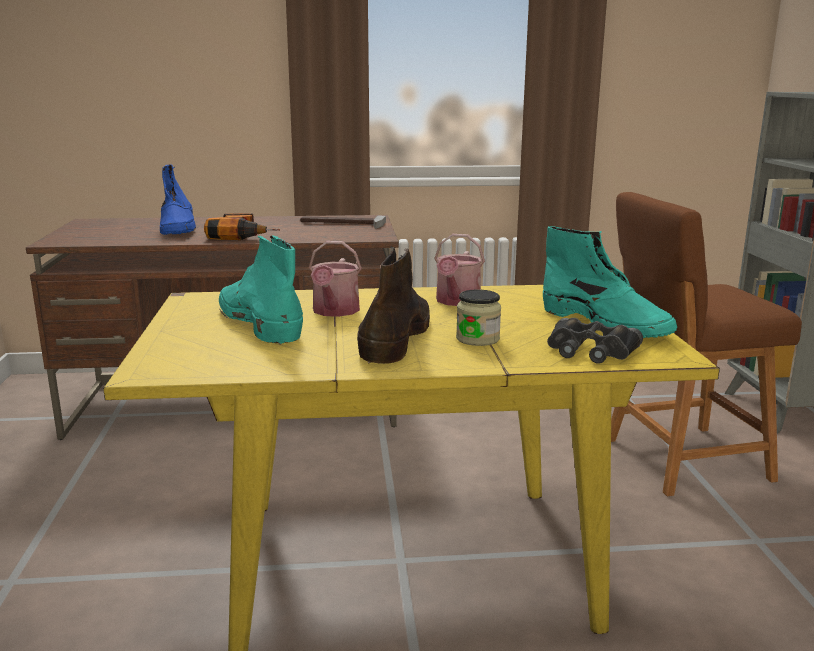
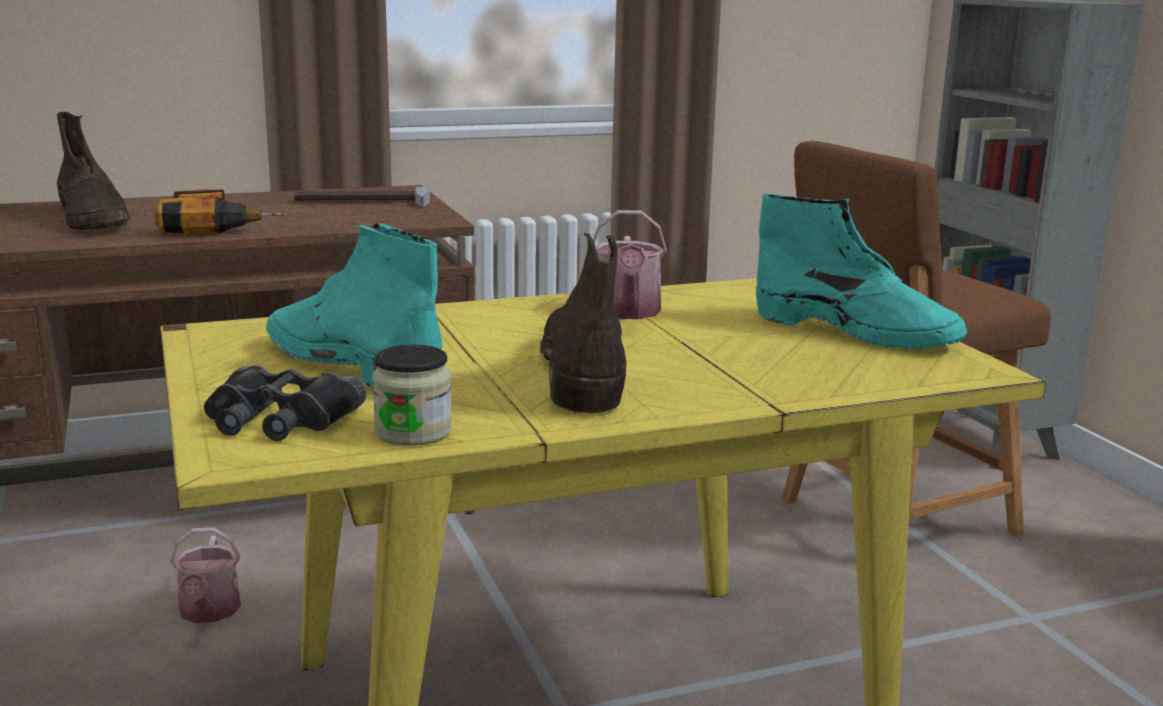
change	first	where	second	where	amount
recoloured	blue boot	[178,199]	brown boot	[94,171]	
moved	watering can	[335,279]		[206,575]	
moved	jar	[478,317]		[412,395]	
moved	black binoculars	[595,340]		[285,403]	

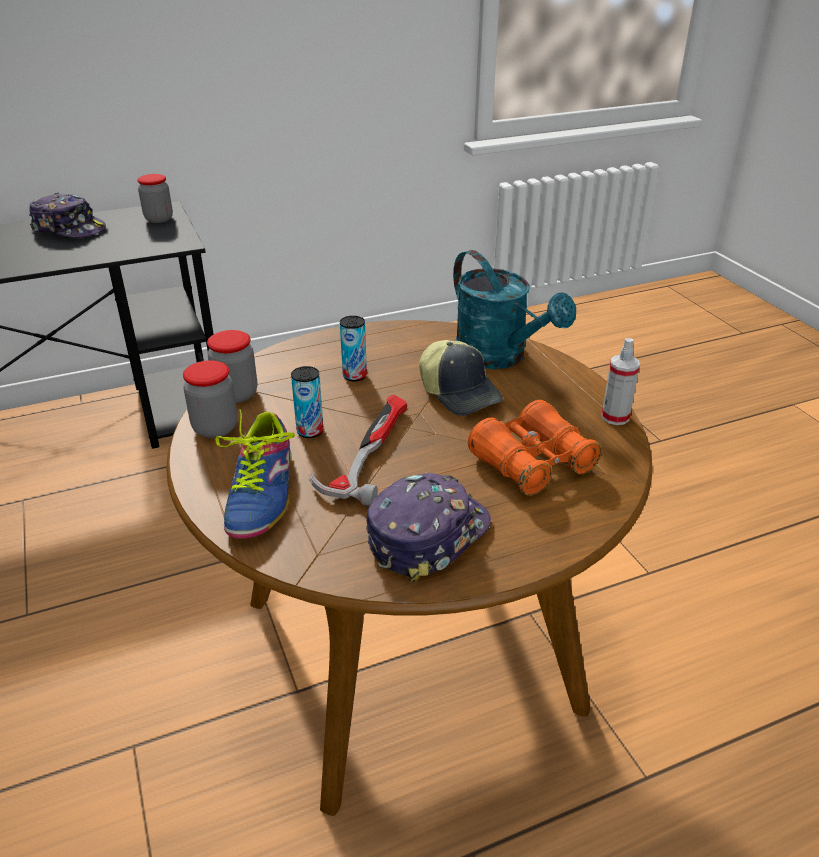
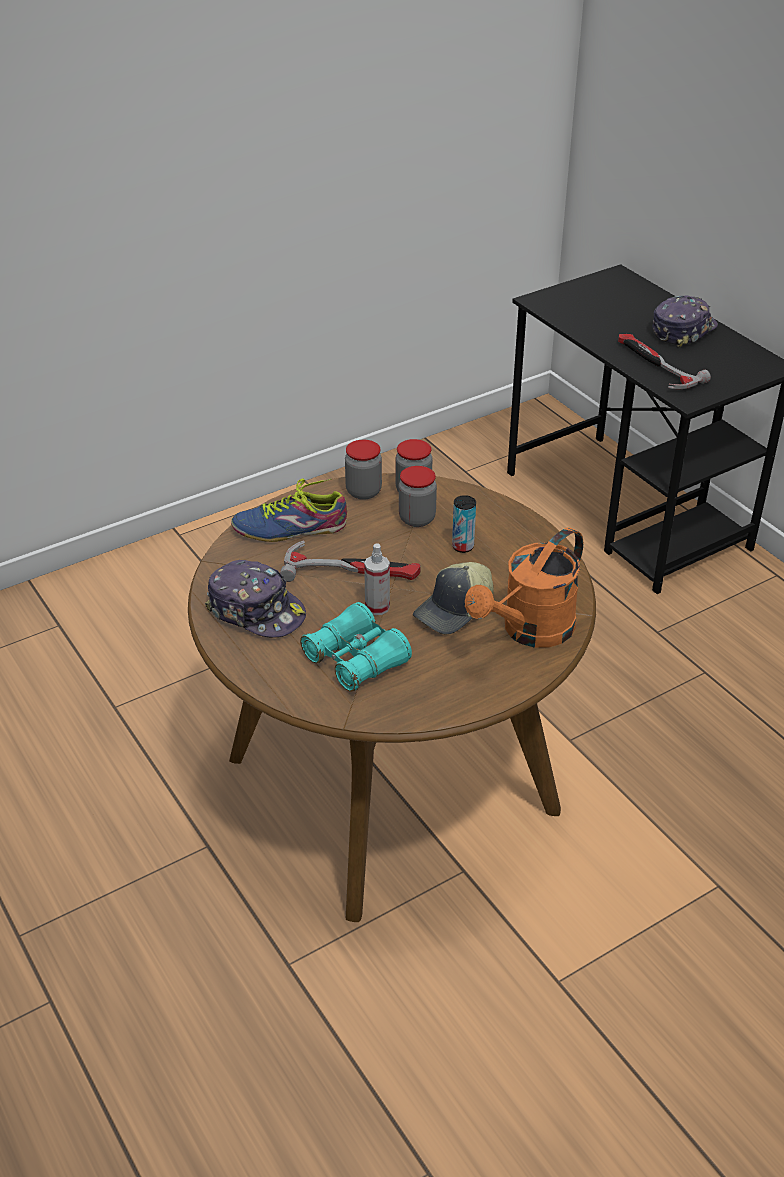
change	first	where	second	where	amount
moved	jar	[155,198]		[418,496]	
turned	cap	[67,215]		[685,322]	150 degrees counterclockwise
recoloured	turquoise watering can	[514,309]	orange watering can	[524,587]	
moved	spray bottle	[621,381]		[377,579]	
removed	can	[307,402]			
recoloured	orange binoculars	[535,448]	turquoise binoculars	[356,647]	
added			hammer	[664,361]	

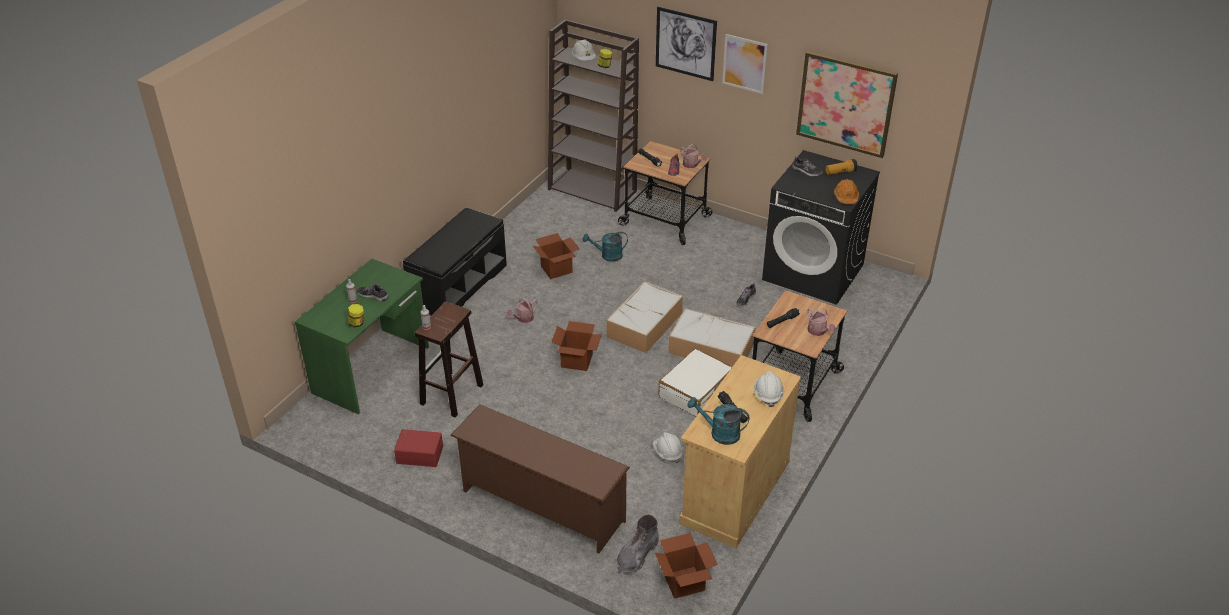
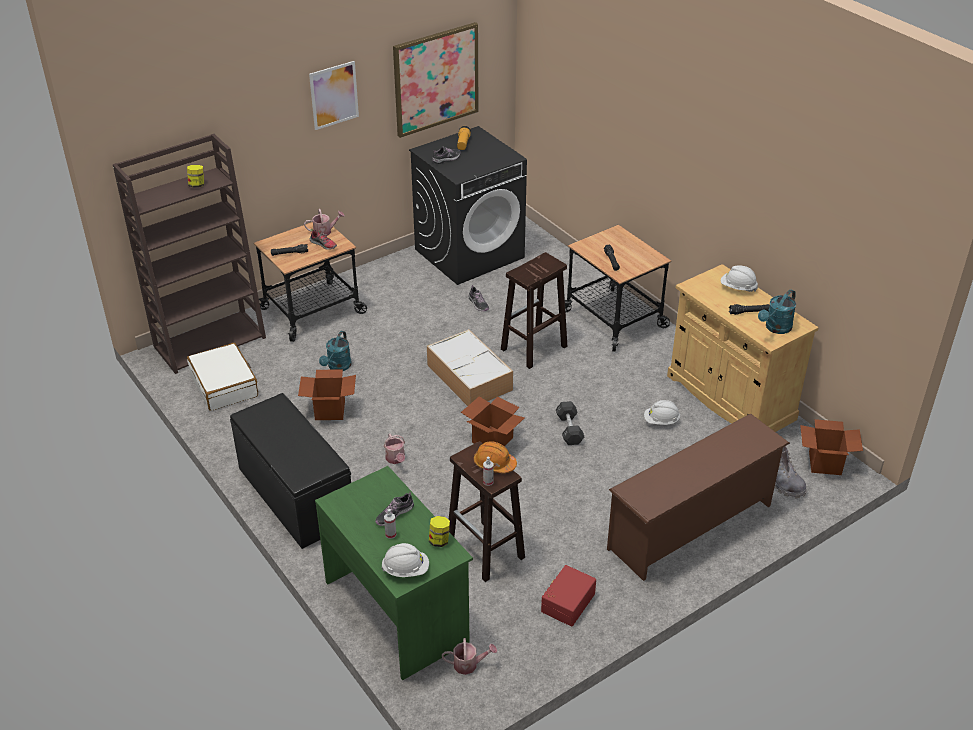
change	first	where	second	where	amount
removed	picture	[686,44]			
moved	white hard hat	[584,50]		[405,560]	
moved	orange hard hat	[846,191]		[495,457]	
replaced	storage box	[712,337]	brown stool	[534,310]	
moved	watering can	[821,322]		[469,656]	
moved	white suitcase	[696,382]		[222,377]	
added			black dumbbell	[570,423]	

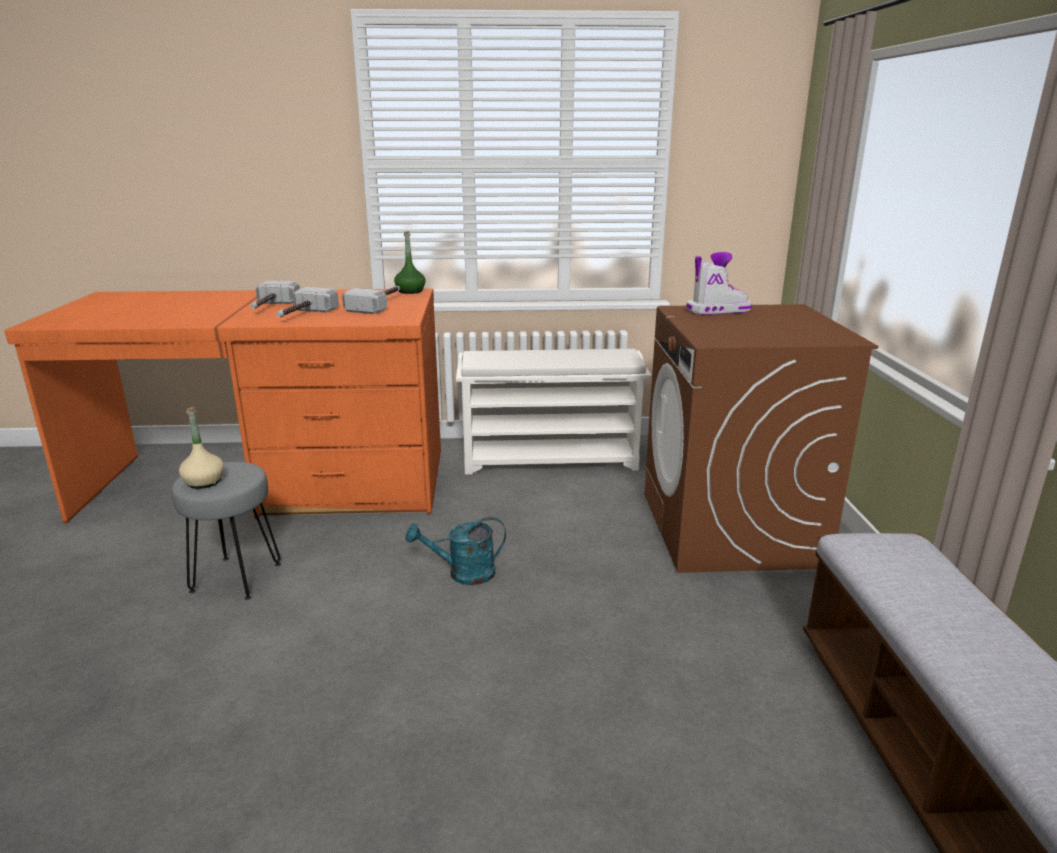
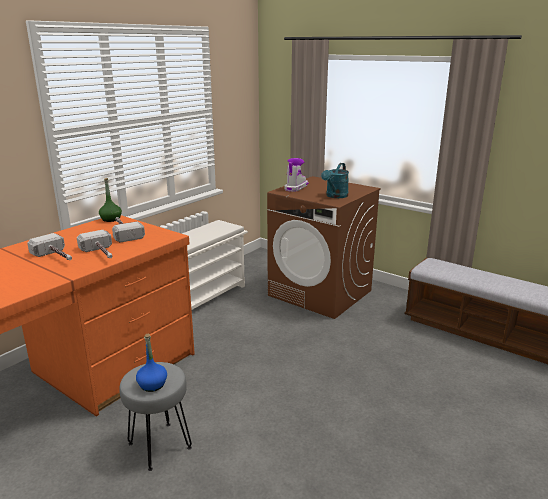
change	first	where	second	where	amount
recoloured	beige bottle	[201,448]	blue bottle	[151,363]	
moved	turquoise watering can	[456,551]		[335,180]	

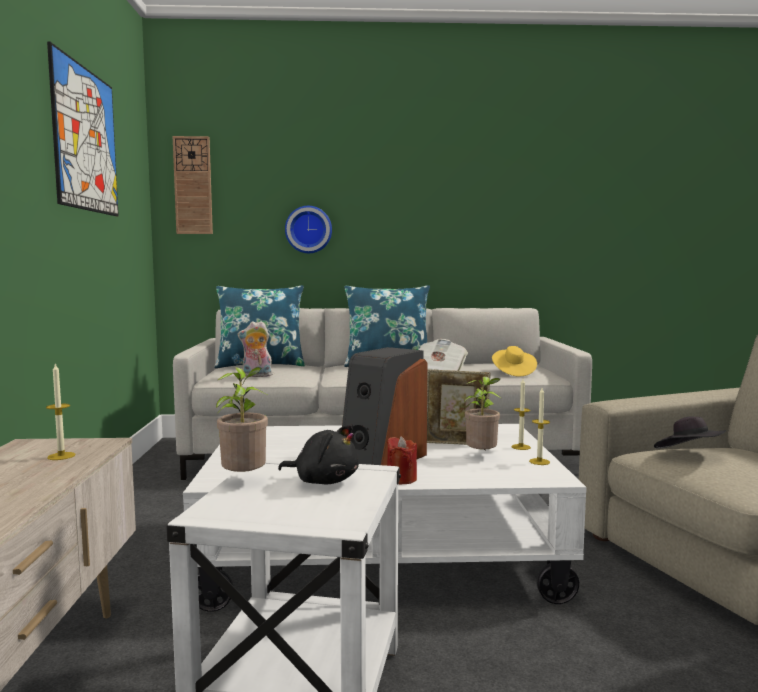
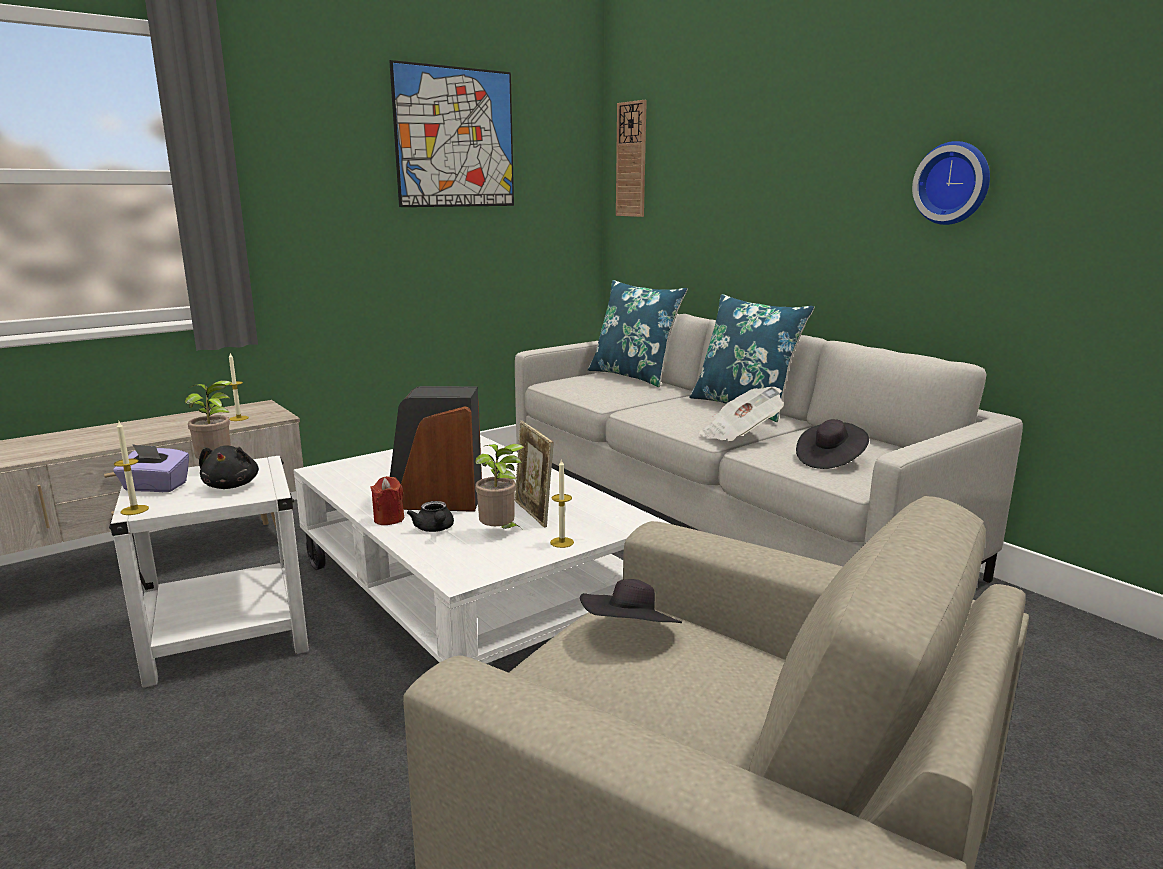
change	first	where	second	where	amount
moved	wall clock	[308,229]		[951,183]	
removed	plush toy	[255,349]			
recoloured	yellow hat	[514,361]	black hat	[832,444]	
moved	candle	[539,426]		[131,468]	
added			purple tissue box	[151,468]	
added			black teapot	[430,516]	

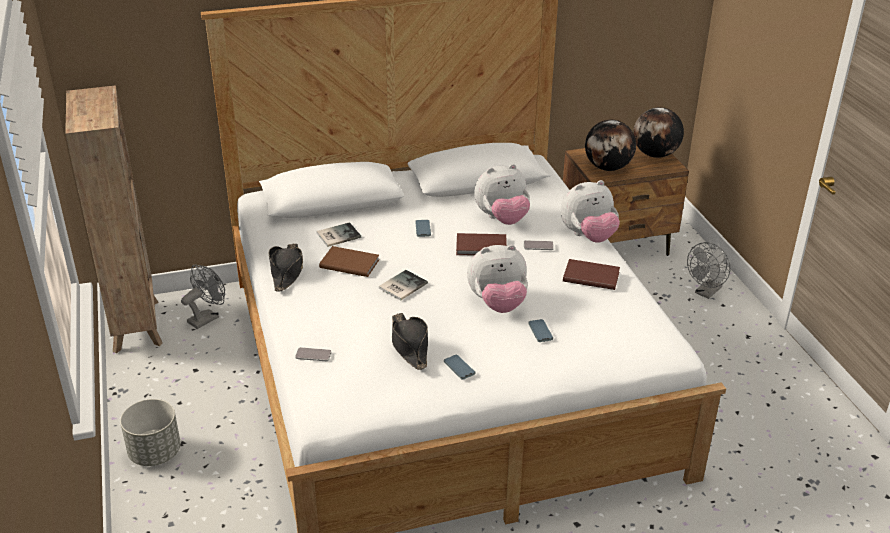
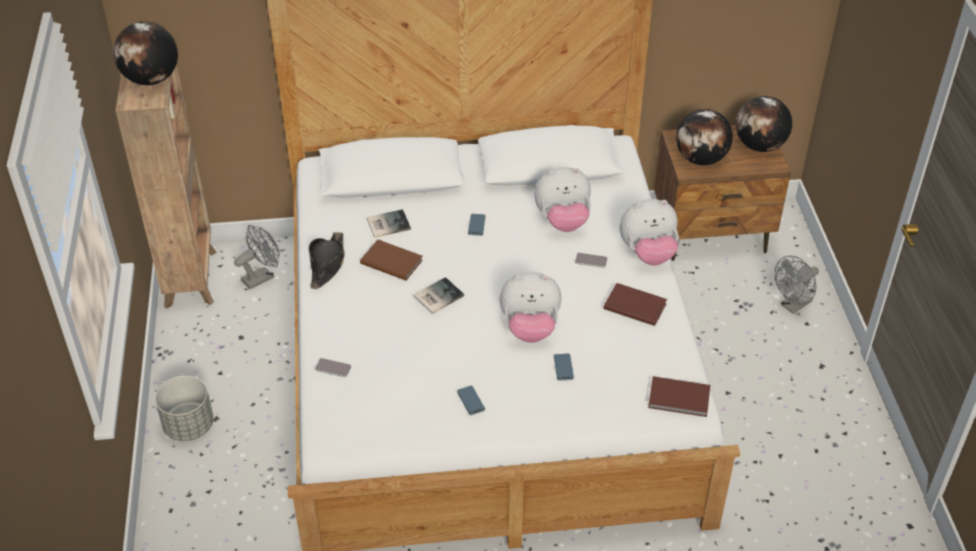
change	first	where	second	where	amount
moved	brown book	[481,244]		[679,396]	
removed	black hat	[410,341]			
added			globe	[145,53]	

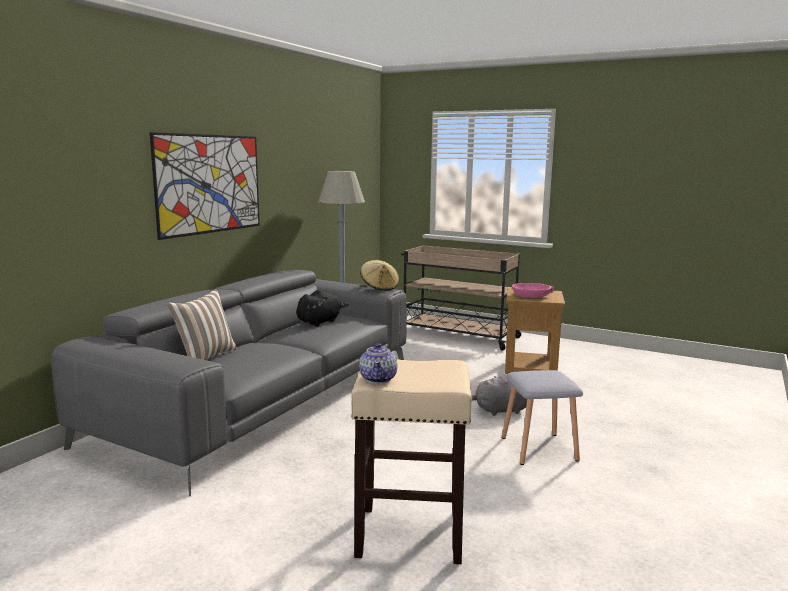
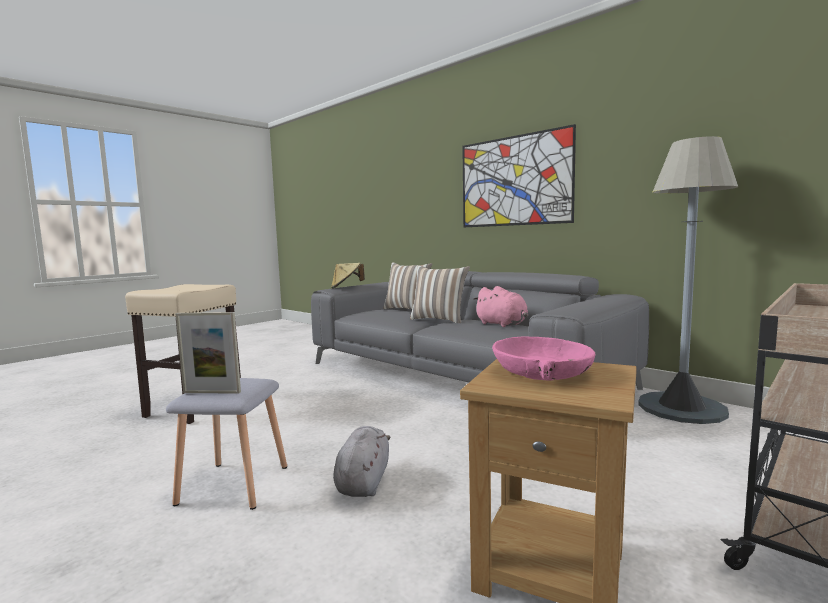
change	first	where	second	where	amount
moved	beige hat	[380,275]		[348,275]	
recoloured	black plush toy	[323,308]	pink plush toy	[500,306]	
removed	teapot	[378,363]			
added			pillow	[440,294]	
added			picture frame	[208,352]	

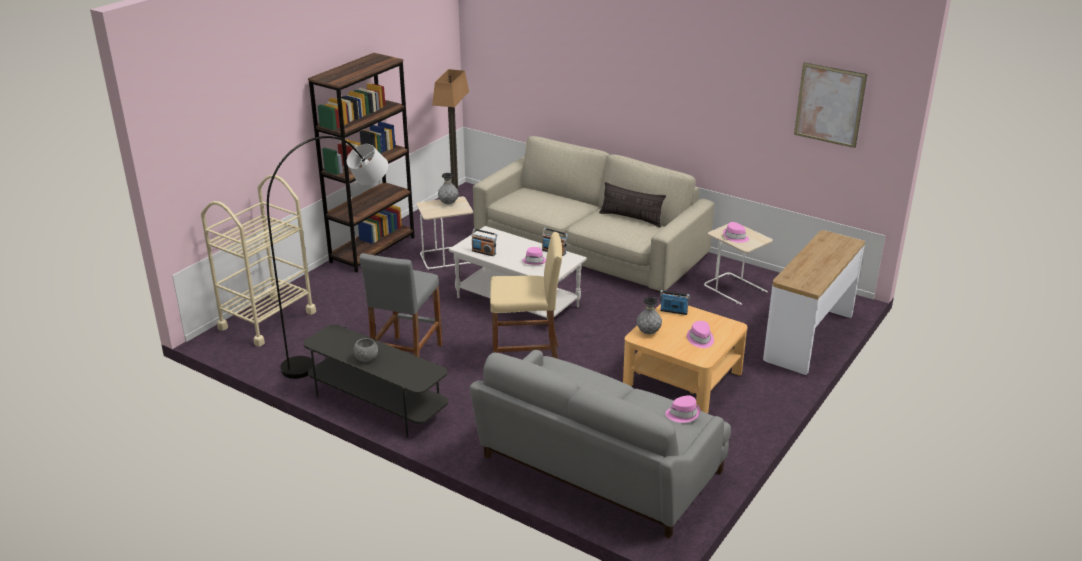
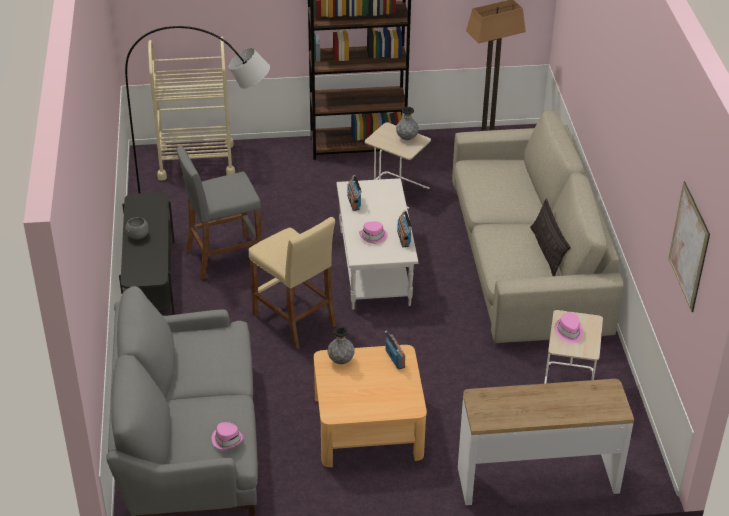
change	first	where	second	where	amount
removed	pink hat	[700,334]			

